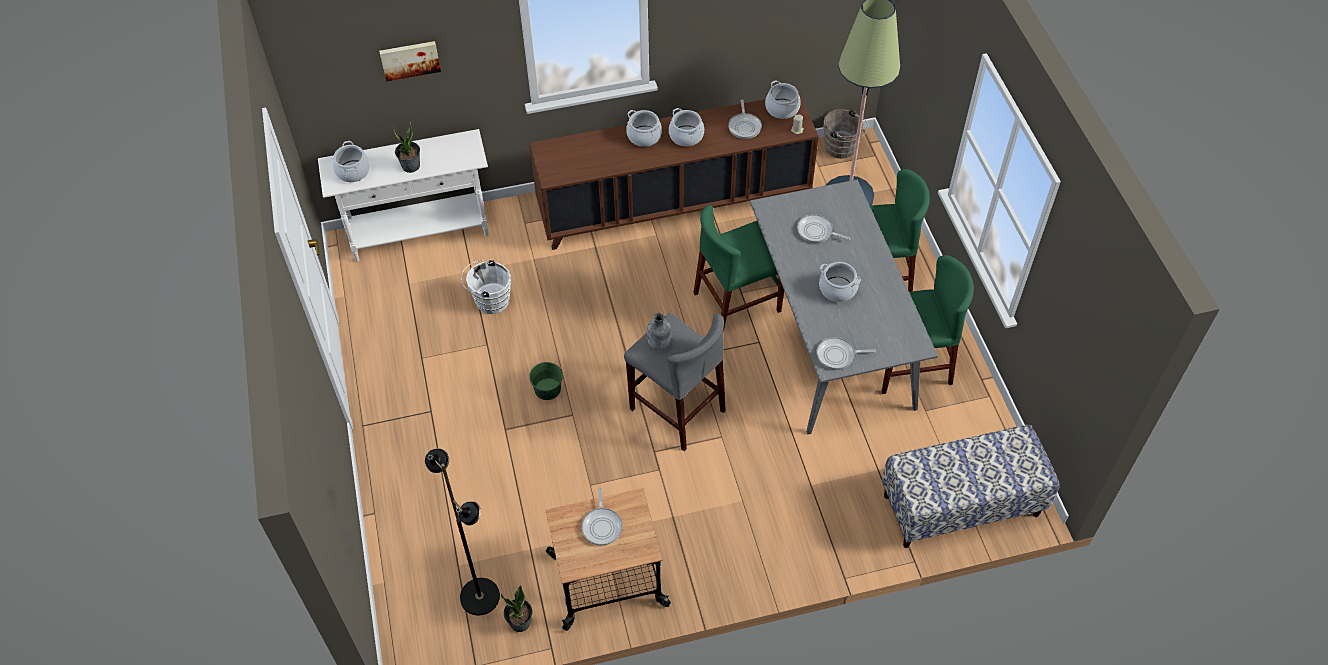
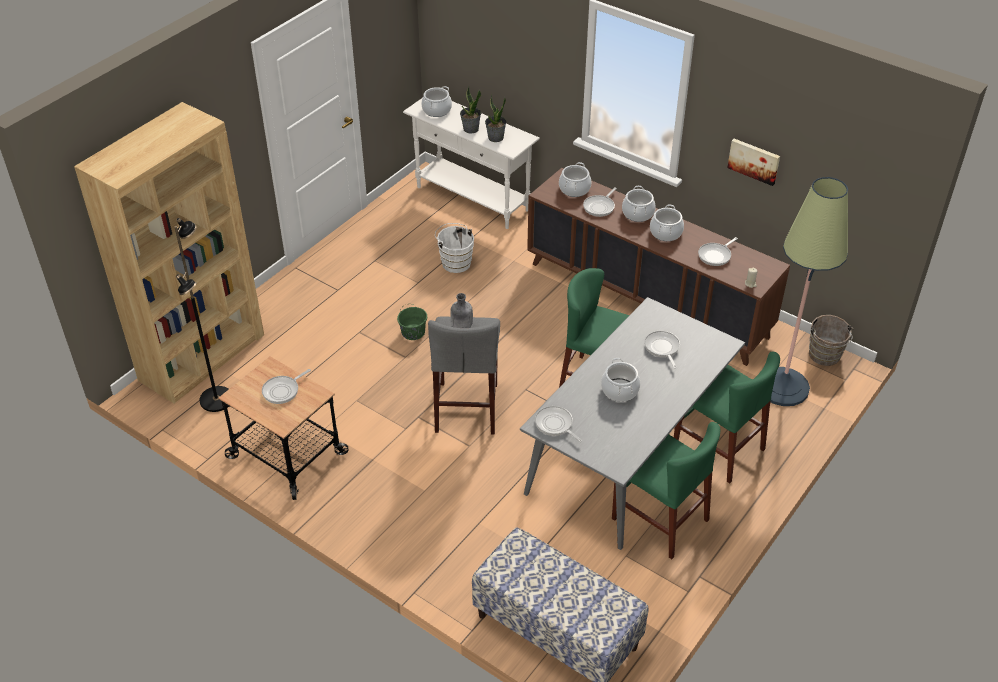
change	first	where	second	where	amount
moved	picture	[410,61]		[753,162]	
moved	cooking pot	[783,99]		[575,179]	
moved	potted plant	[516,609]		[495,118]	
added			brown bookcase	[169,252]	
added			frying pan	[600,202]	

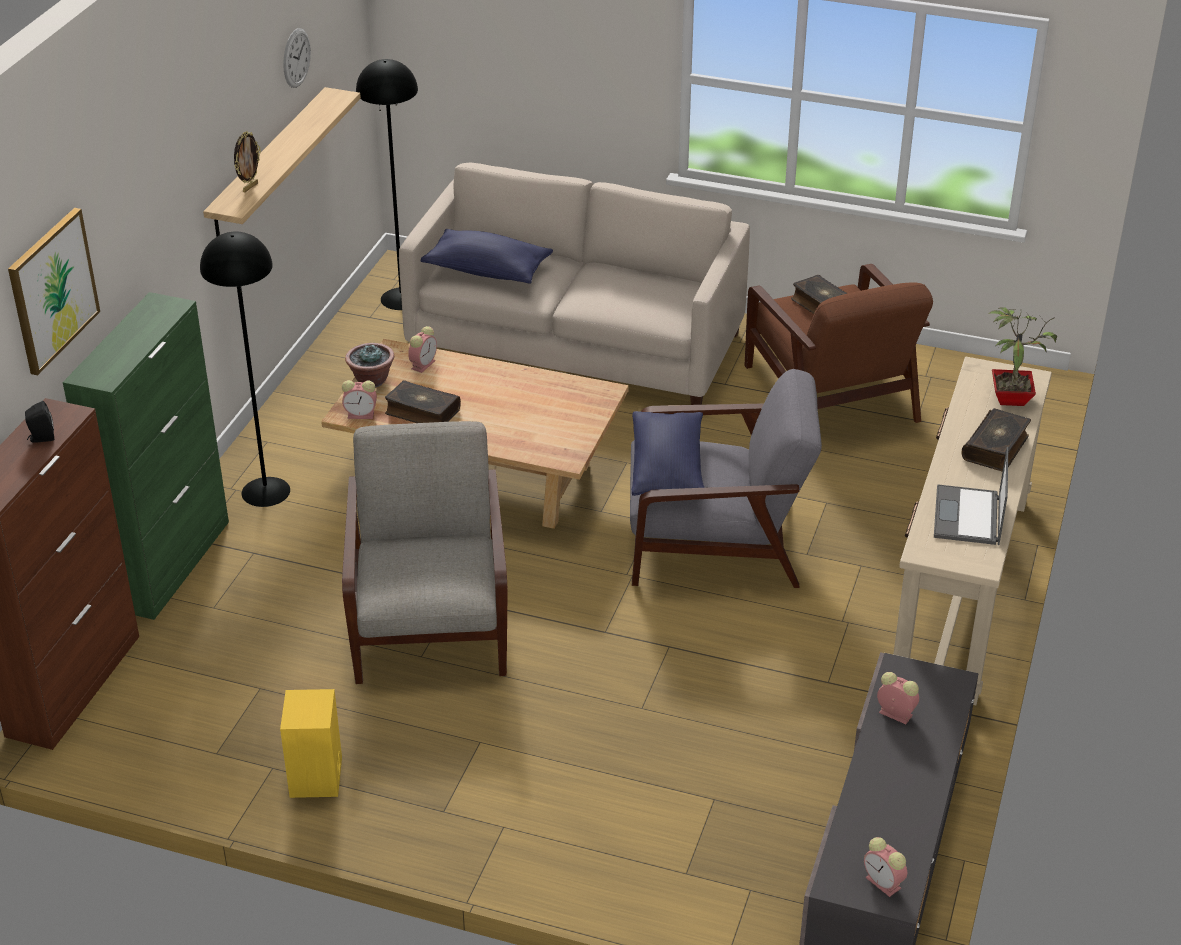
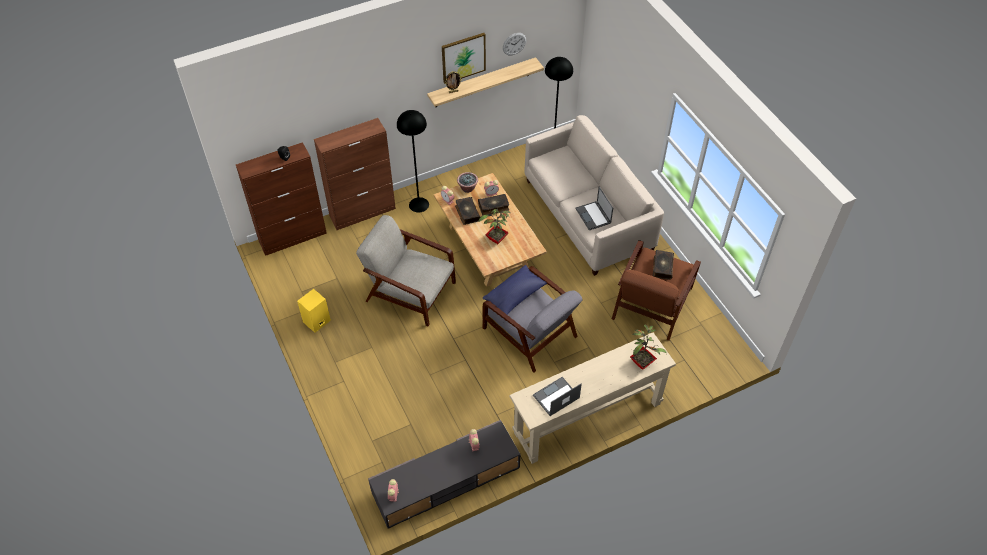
change	first	where	second	where	amount
moved	picture	[54,291]		[464,58]	
removed	blue pillow	[486,256]			
recoloured	green cabinet	[145,456]	brown cabinet	[355,174]	
moved	book	[996,440]		[493,205]	
turned	grey armchair	[424,552]		[406,270]	105 degrees counterclockwise
added			laptop	[594,208]	
added			potted plant	[494,226]	

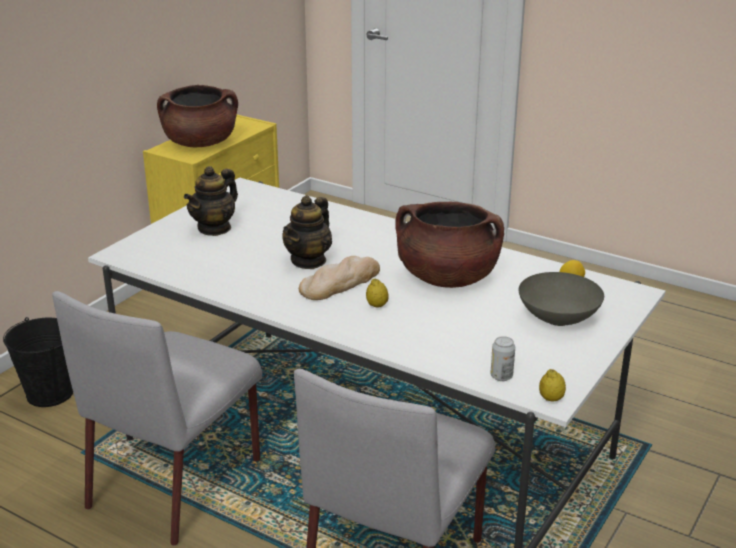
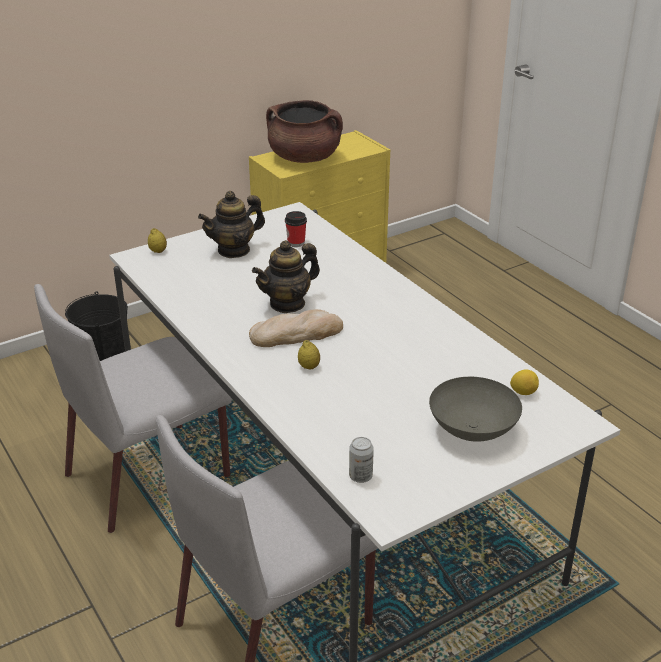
change	first	where	second	where	amount
removed	brown cooking pot	[450,245]			
moved	lemon	[552,385]		[157,240]	
added			cup	[296,229]	

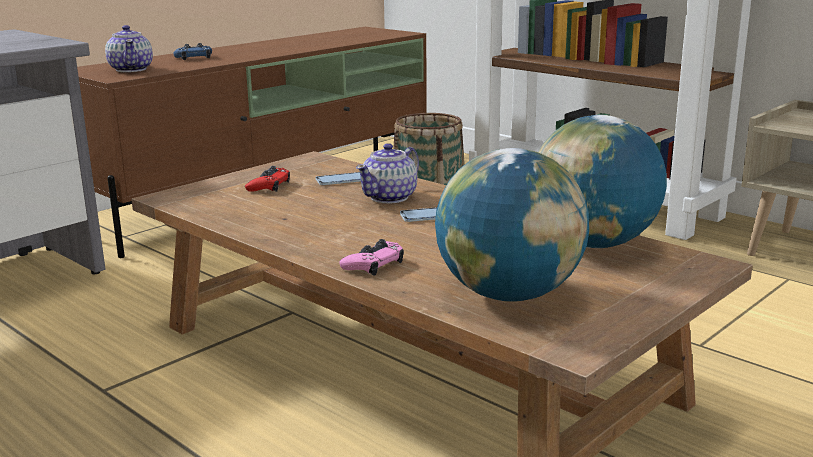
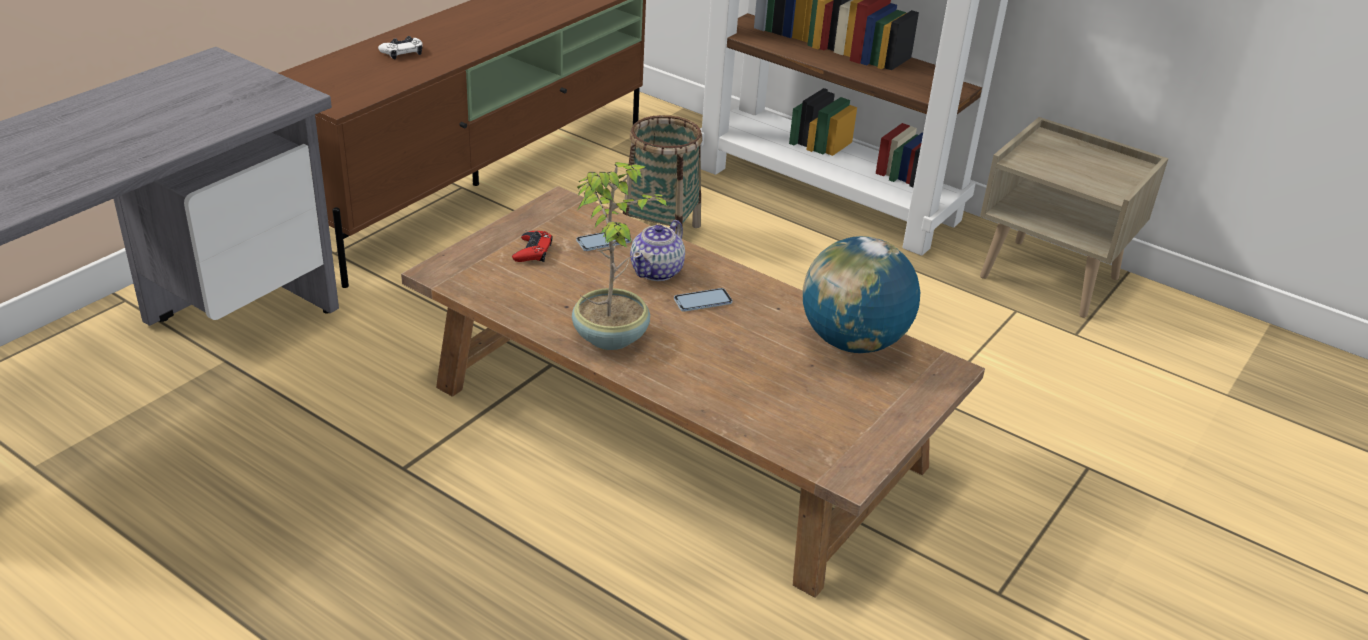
change	first	where	second	where	amount
removed	teapot	[129,48]			
recoloured	blue game controller	[192,51]	white game controller	[400,47]	
removed	globe	[512,225]			
removed	pink game controller	[371,257]			
added			potted plant	[619,256]	

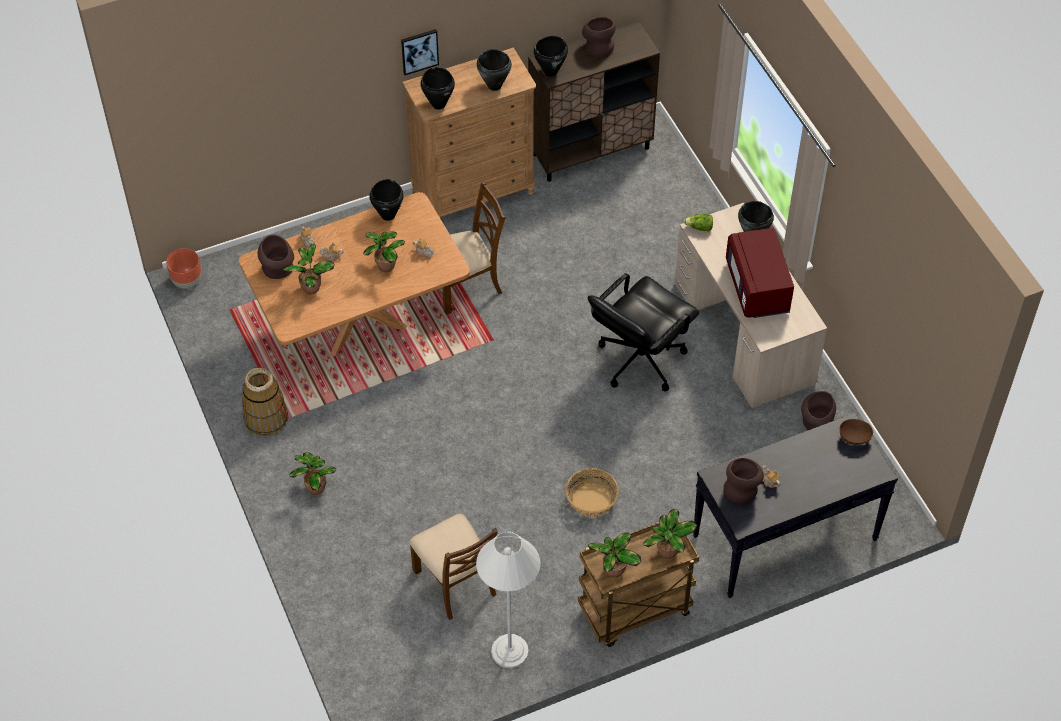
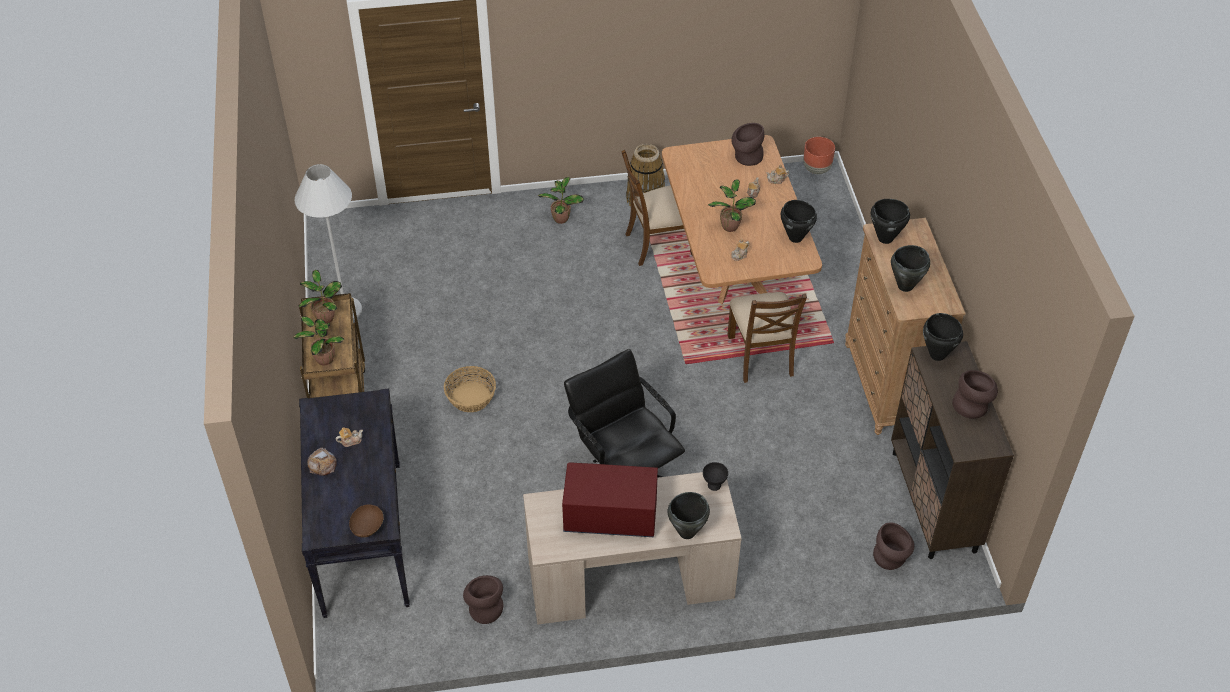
change	first	where	second	where	amount
removed	picture	[420,52]			
replaced	lettuce	[698,222]	black bowl	[715,476]	
removed	potted plant	[308,269]			
moved	brown vase	[743,480]		[893,546]	
moved	brown chair	[454,567]		[657,208]	
added			bread	[322,462]	

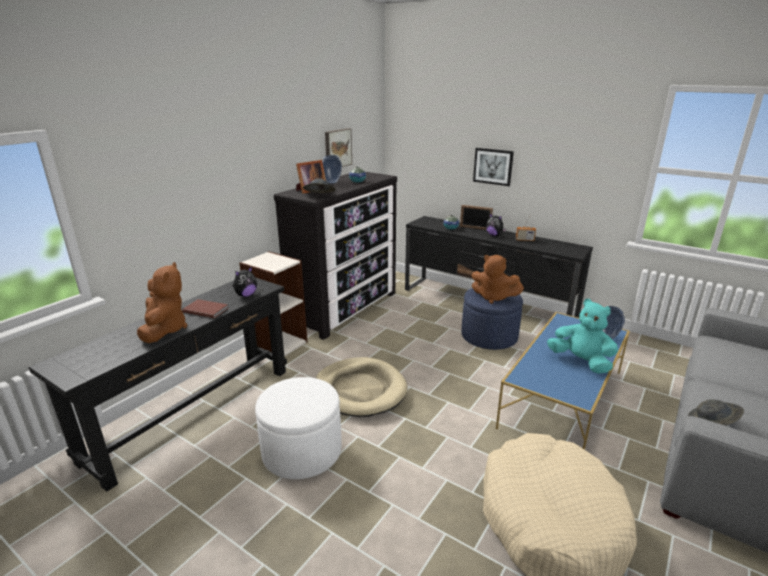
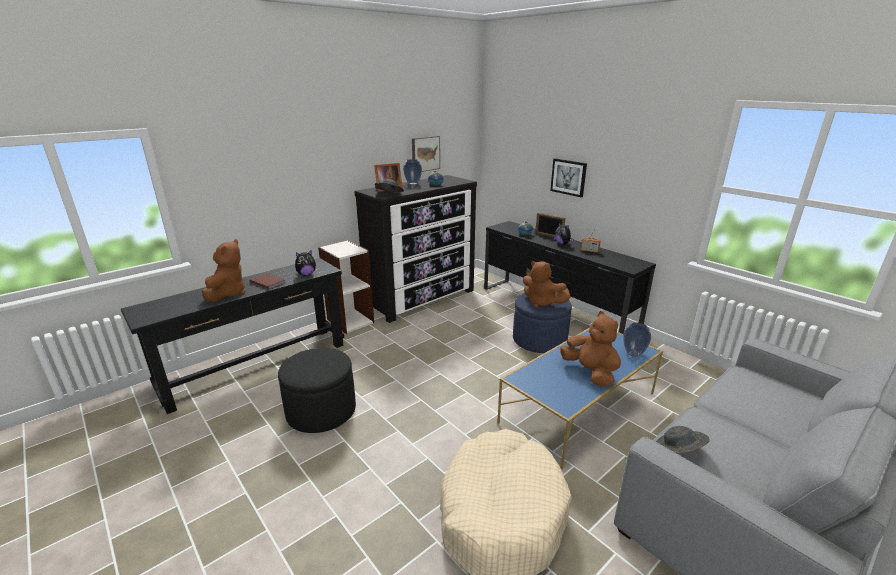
change	first	where	second	where	amount
recoloured	turquoise plush toy	[582,336]	brown plush toy	[590,348]	
removed	beige dog bed	[362,387]			
recoloured	white ottoman	[298,428]	black ottoman	[317,390]	

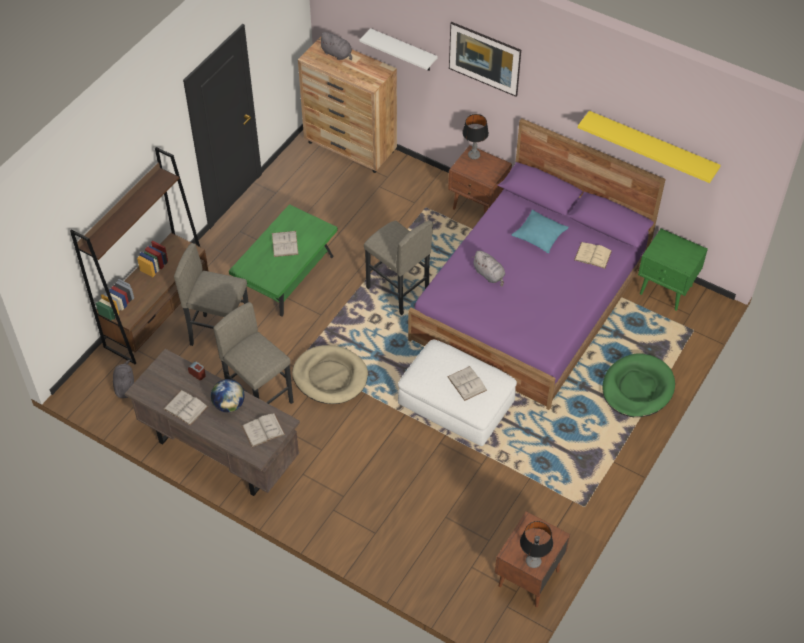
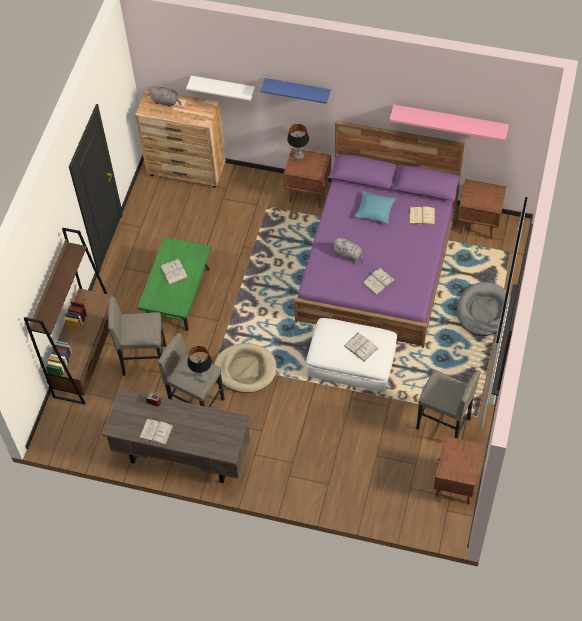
change	first	where	second	where	amount
replaced	picture	[485,59]	blue shelf	[295,91]	
recoloured	yellow shelf	[649,147]	pink shelf	[449,123]	
moved	grey stool	[398,268]		[448,404]	
recoloured	green nightstand	[673,270]	brown nightstand	[481,209]	
recoloured	green dog bed	[638,385]	grey dog bed	[484,309]	
removed	grey plush toy	[123,379]			
removed	globe	[228,395]			
moved	white book	[263,430]		[378,282]	
moved	table lamp	[536,544]		[199,364]	

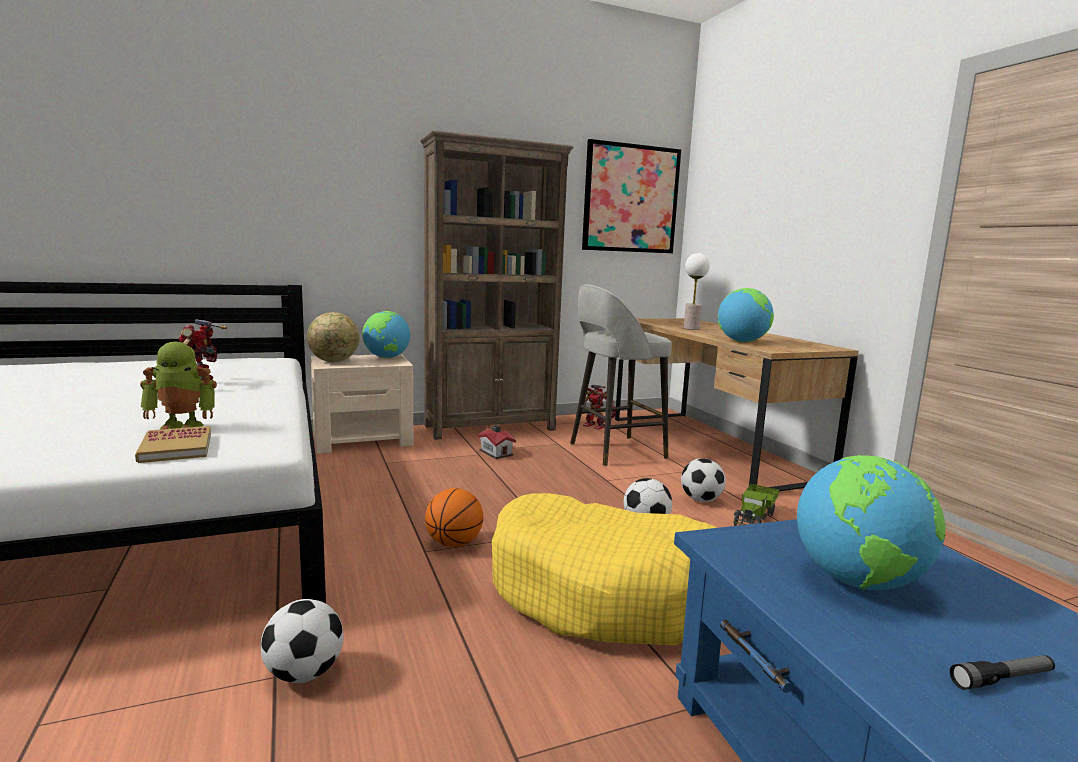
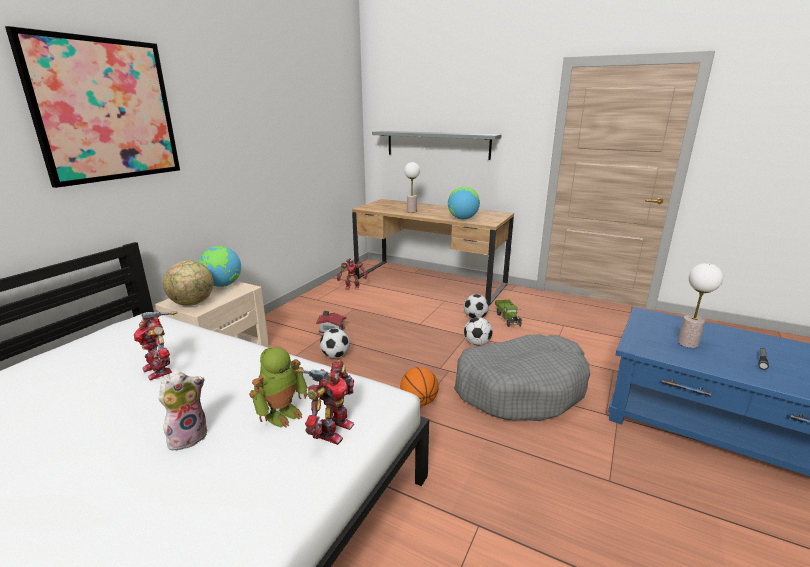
change	first	where	second	where	amount
removed	brown bookcase	[497,285]			
moved	picture	[631,196]		[92,107]	
removed	grey stool	[621,375]			
replaced	book	[173,444]	toy robot	[325,402]	
replaced	globe	[871,522]	table lamp	[700,305]	
recoloured	yellow dog bed	[604,569]	grey dog bed	[522,377]	
moved	football	[302,641]		[335,343]	
added			grey shelf	[436,145]	
added			plush toy	[183,412]	

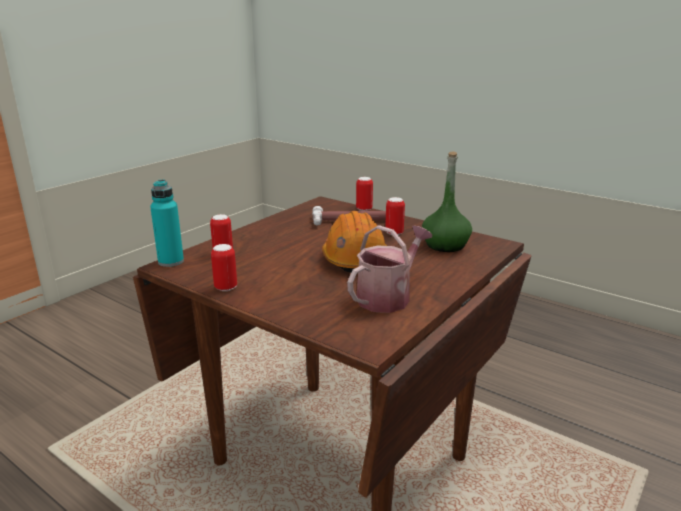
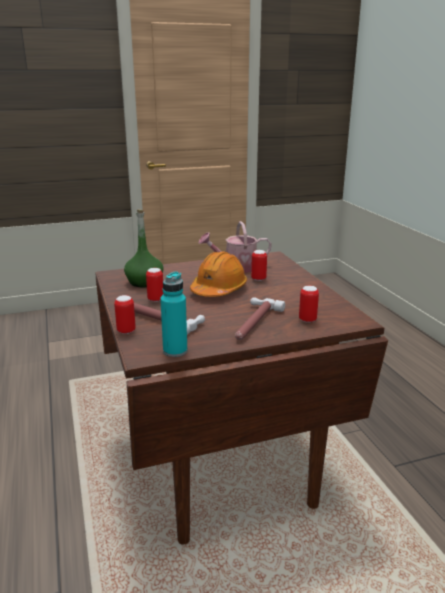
change	first	where	second	where	amount
moved	turquoise bottle	[167,223]		[173,314]	
moved	can	[224,267]		[259,265]	
added			hammer	[260,318]	

